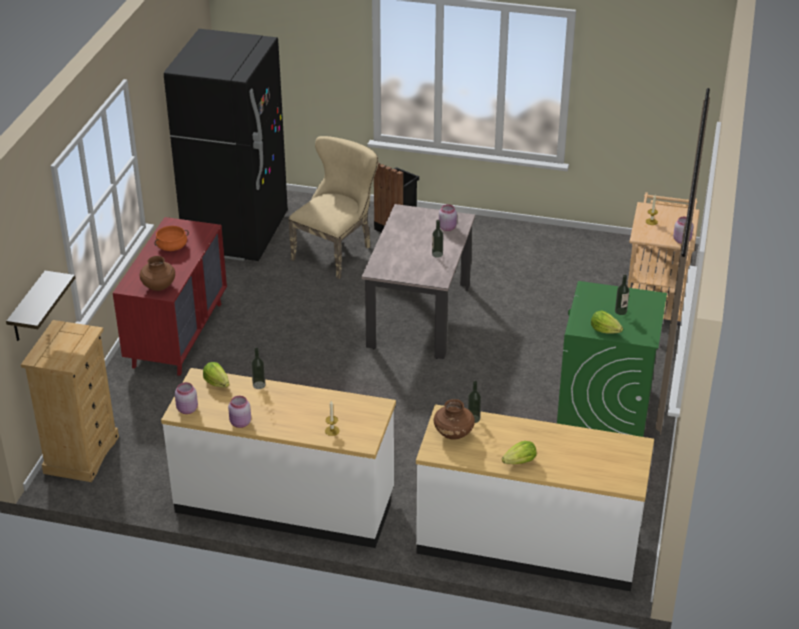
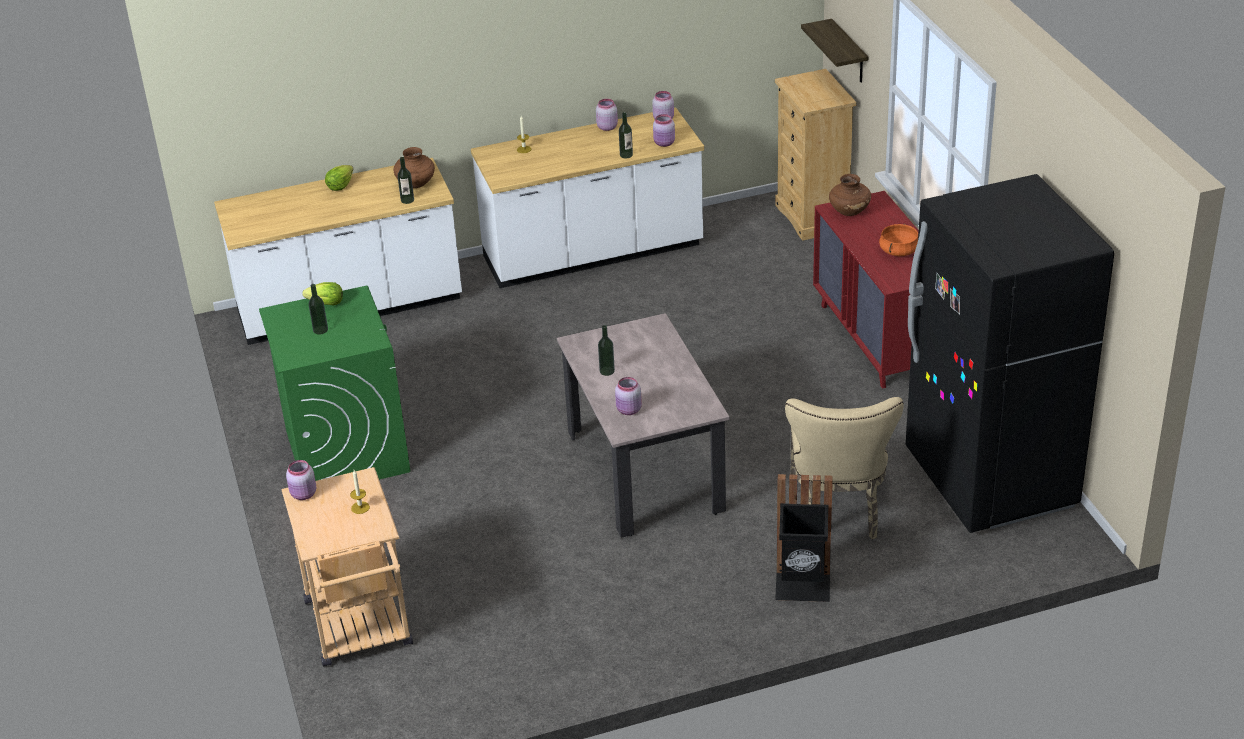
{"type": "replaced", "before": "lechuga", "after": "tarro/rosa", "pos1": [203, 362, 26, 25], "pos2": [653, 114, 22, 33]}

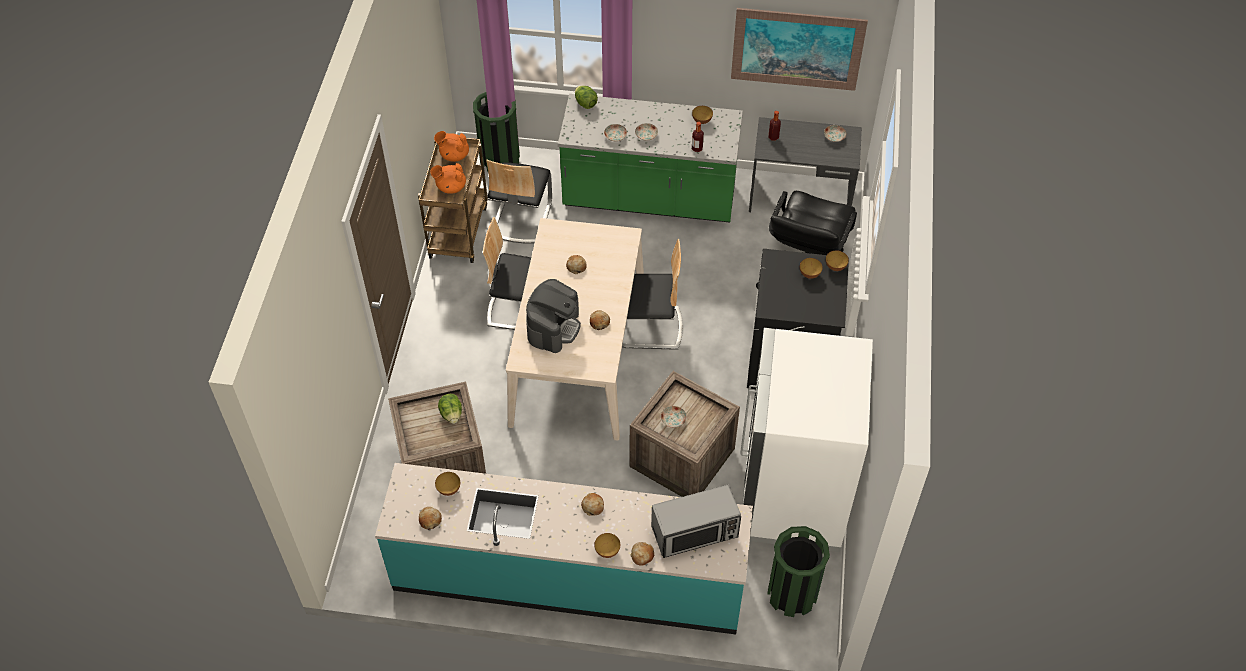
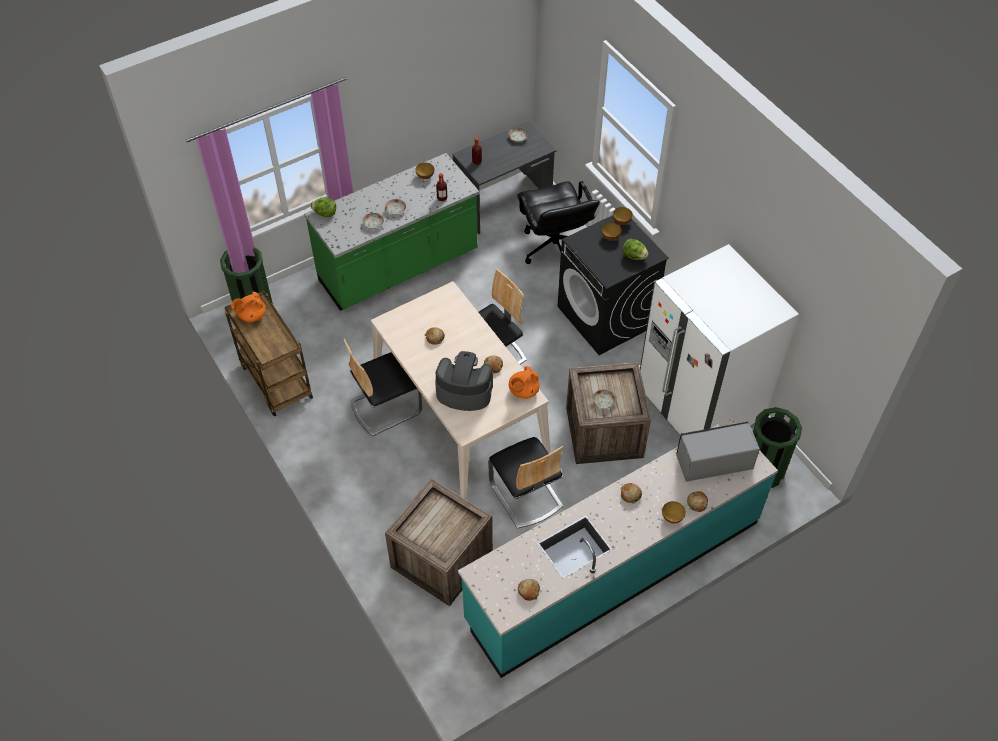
{"type": "moved", "before": "tetera/naranja", "pos1": [430, 163, 36, 31], "pos2": [509, 366, 31, 33]}
{"type": "removed", "before": "cuenco", "pos1": [435, 472, 25, 24]}
{"type": "moved", "before": "lechuga", "pos1": [438, 394, 24, 30], "pos2": [622, 239, 27, 21]}
{"type": "moved", "before": "silla", "pos1": [486, 160, 66, 84], "pos2": [488, 437, 75, 92]}
{"type": "turned", "before": "cafetera", "pos1": [526, 279, 55, 74], "pos2": [435, 351, 58, 60], "turn": -60}
{"type": "turned", "before": "microondas", "pos1": [651, 485, 90, 73], "pos2": [676, 422, 84, 60], "turn": -135}
{"type": "removed", "before": "cuadro", "pos1": [731, 8, 137, 83]}

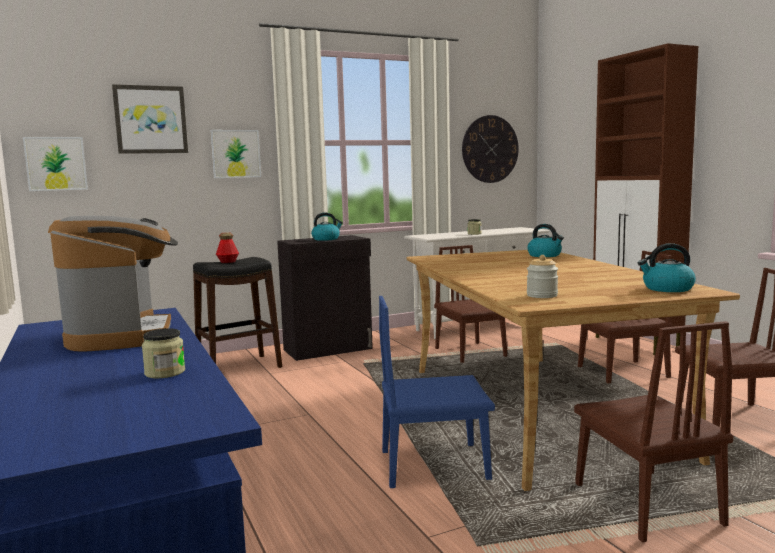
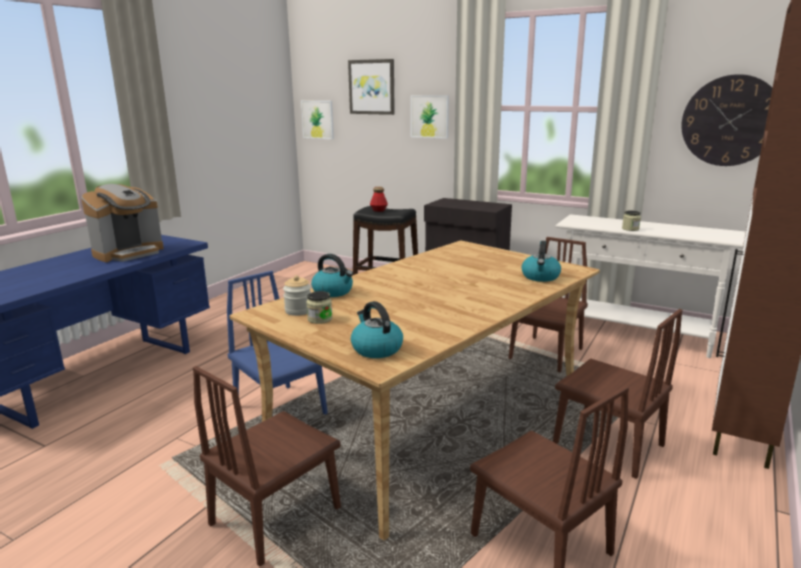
{"type": "moved", "before": "tarro", "pos1": [142, 328, 43, 50], "pos2": [306, 291, 27, 33]}
{"type": "moved", "before": "hervidor", "pos1": [311, 212, 32, 29], "pos2": [311, 254, 42, 43]}

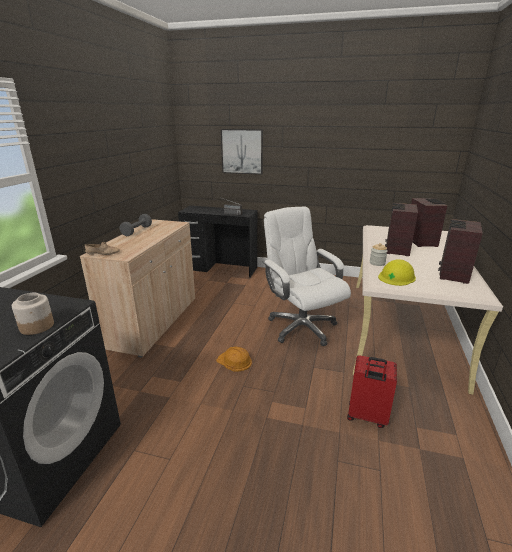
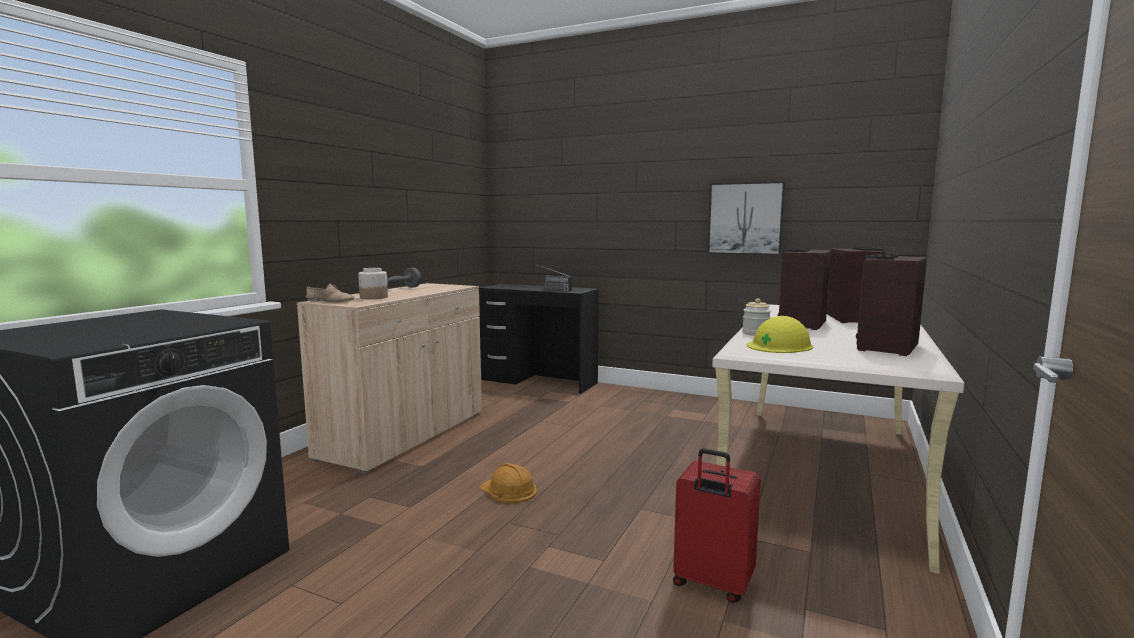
{"type": "moved", "before": "tarro", "pos1": [12, 293, 42, 42], "pos2": [358, 268, 30, 31]}
{"type": "moved", "before": "cuadro", "pos1": [221, 129, 42, 46], "pos2": [707, 181, 78, 74]}
{"type": "removed", "before": "silla de oficina/blanco", "pos1": [263, 207, 88, 139]}

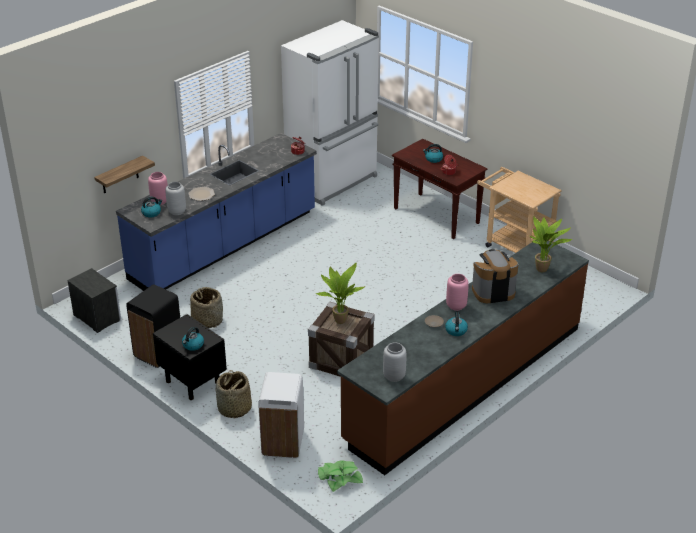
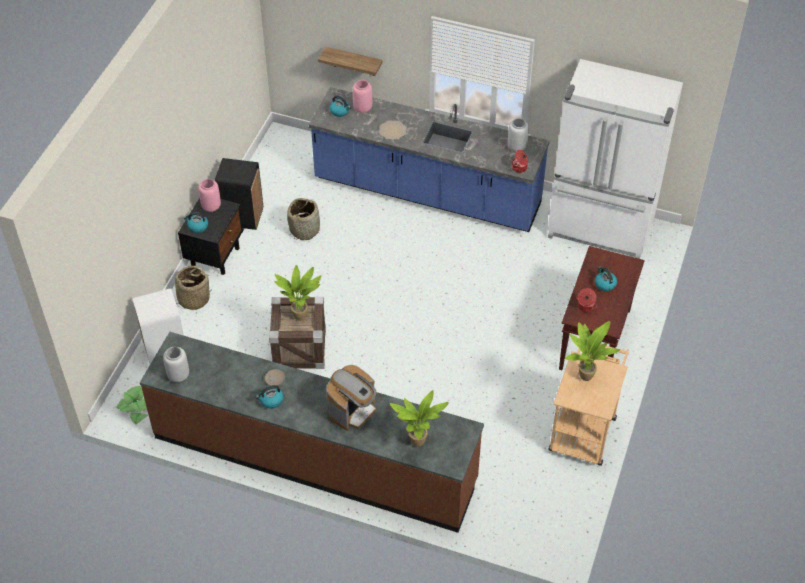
{"type": "removed", "before": "mesita de noche", "pos1": [67, 268, 54, 65]}
{"type": "moved", "before": "florero/gris", "pos1": [165, 182, 21, 33], "pos2": [508, 118, 21, 34]}
{"type": "moved", "before": "florero/rosa", "pos1": [446, 274, 23, 37], "pos2": [198, 179, 23, 33]}
{"type": "turned", "before": "cafetera", "pos1": [472, 249, 47, 54], "pos2": [327, 365, 50, 66], "turn": 75}
{"type": "added", "after": "planta en maceta", "pos2": [565, 321, 55, 60]}

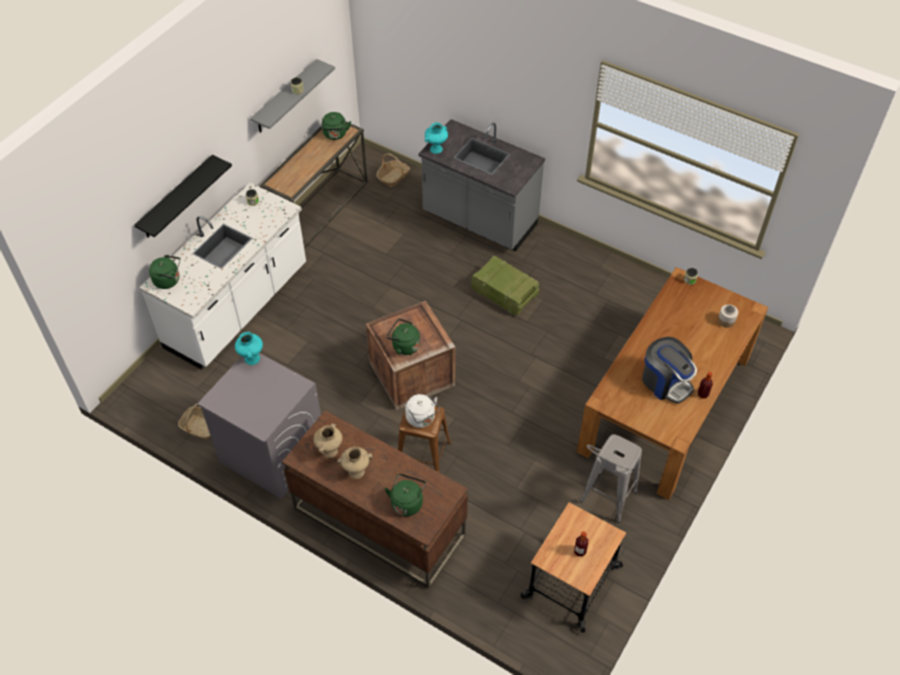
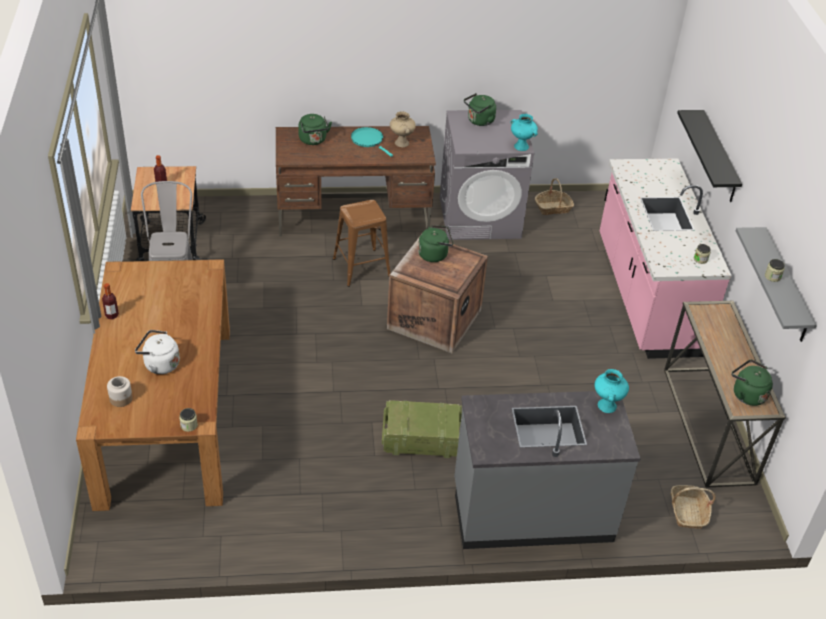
{"type": "recoloured", "before": "mueble bajo de cocina/blanco", "after": "mueble bajo de cocina/rosa", "pos1": [139, 183, 167, 186], "pos2": [599, 159, 133, 200]}
{"type": "moved", "before": "hervidor/verde", "pos1": [149, 255, 31, 34], "pos2": [464, 93, 32, 33]}
{"type": "replaced", "before": "florero/beis", "after": "sartén/turquesa", "pos1": [338, 447, 34, 32], "pos2": [351, 127, 42, 30]}
{"type": "moved", "before": "hervidor/blanco", "pos1": [405, 394, 35, 34], "pos2": [135, 330, 45, 44]}
{"type": "removed", "before": "cafetera", "pos1": [642, 337, 55, 67]}

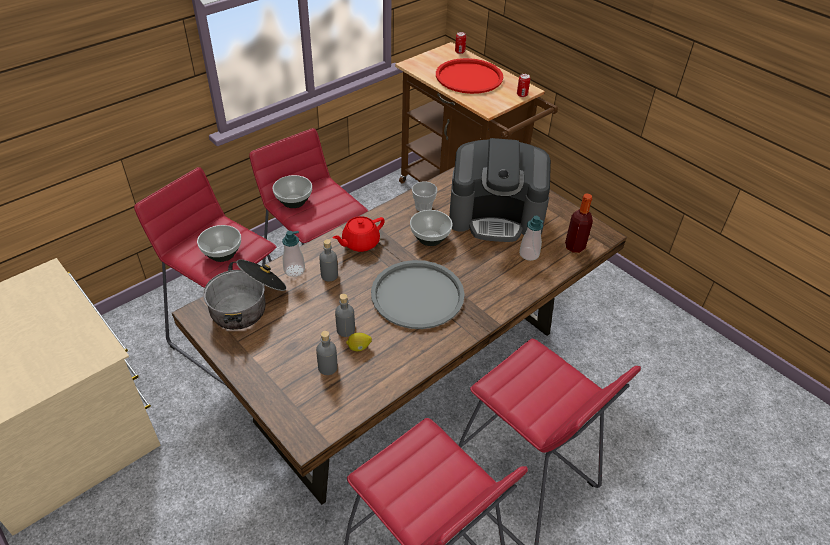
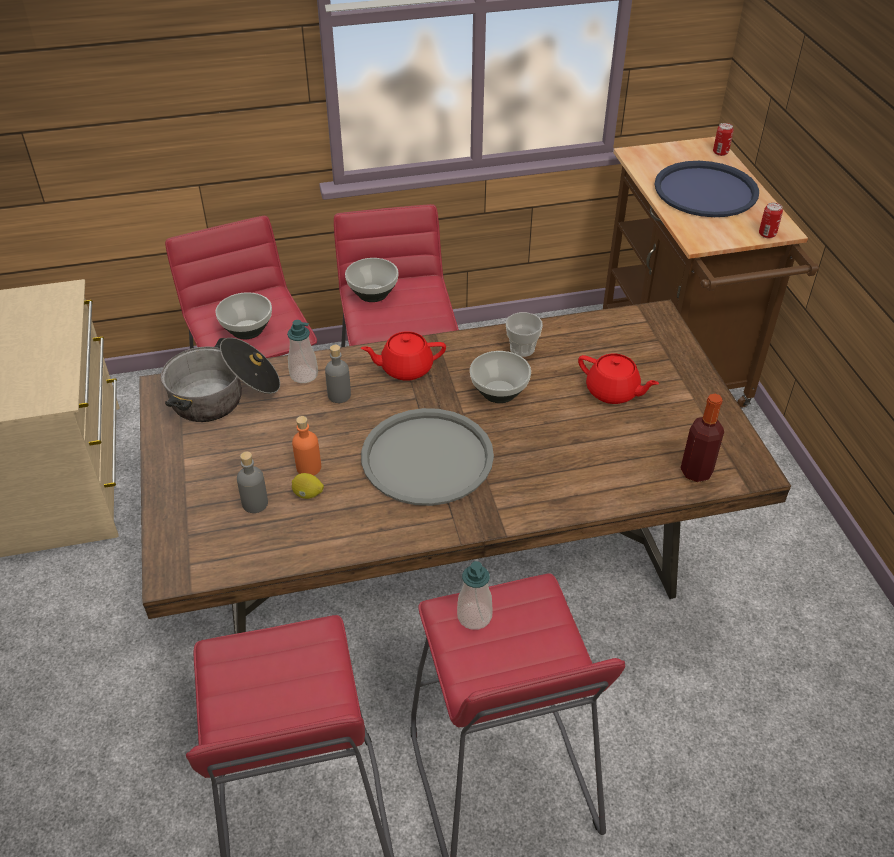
{"type": "recoloured", "before": "botella/gris", "after": "botella/naranja", "pos1": [335, 294, 20, 43], "pos2": [292, 416, 29, 60]}
{"type": "recoloured", "before": "bandeja/rojo", "after": "bandeja/azul", "pos1": [436, 58, 67, 36], "pos2": [654, 161, 105, 56]}
{"type": "replaced", "before": "cafetera", "after": "tetera/rojo", "pos1": [449, 138, 102, 104], "pos2": [578, 353, 81, 51]}
{"type": "moved", "before": "dispensador de jabón", "pos1": [519, 216, 25, 45], "pos2": [457, 561, 36, 69]}

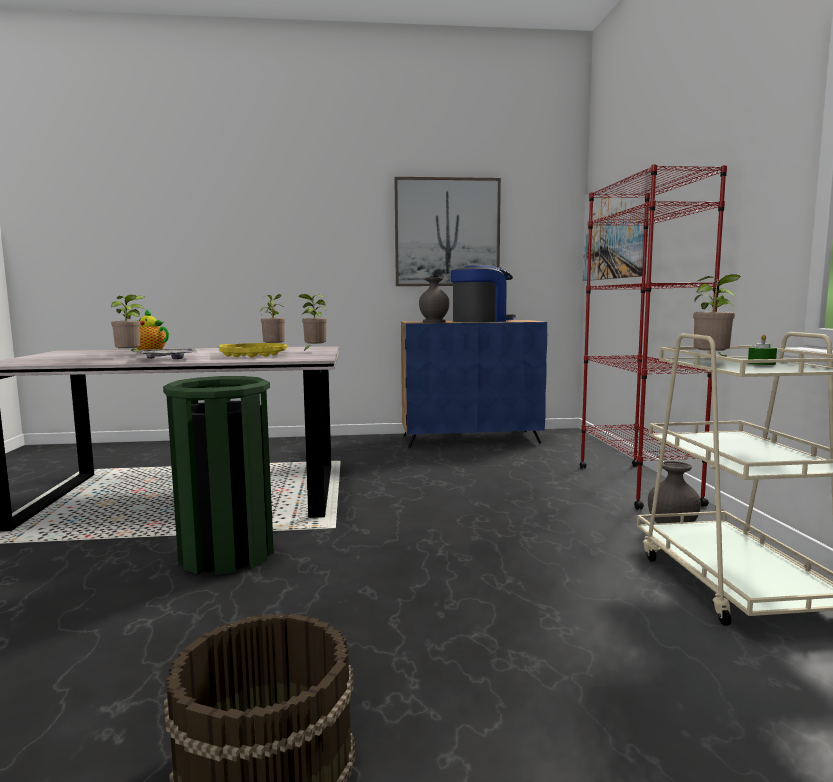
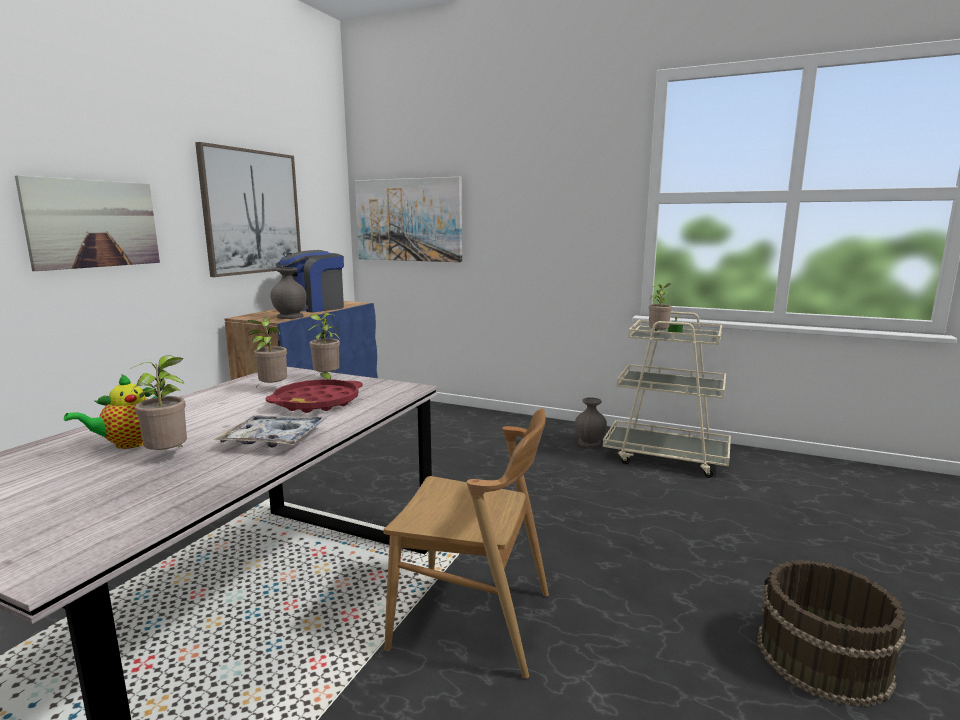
{"type": "replaced", "before": "papelera/verde", "after": "silla/marrón", "pos1": [163, 376, 111, 199], "pos2": [383, 409, 166, 270]}
{"type": "recoloured", "before": "bandeja/amarillo", "after": "bandeja/rojo", "pos1": [219, 343, 69, 15], "pos2": [266, 379, 97, 34]}
{"type": "turned", "before": "cafetera", "pos1": [451, 264, 65, 58], "pos2": [276, 250, 68, 63], "turn": -135}
{"type": "removed", "before": "estantería/rojo", "pos1": [580, 164, 147, 346]}
{"type": "added", "after": "cuadro", "pos2": [15, 175, 145, 96]}

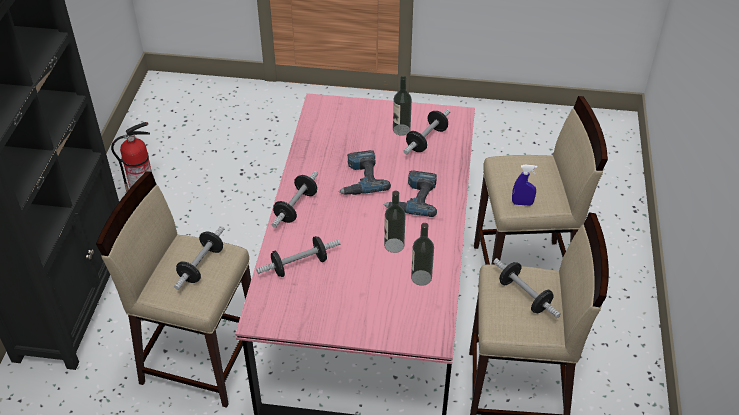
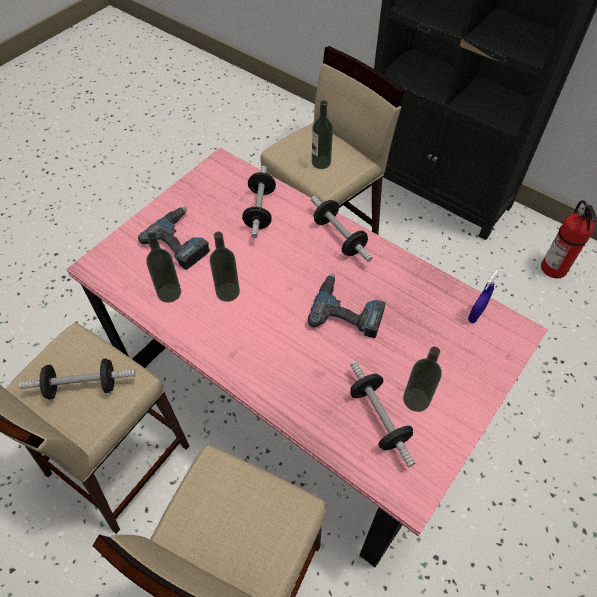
{"type": "replaced", "before": "mancuerna", "after": "botella", "pos1": [174, 226, 50, 64], "pos2": [312, 100, 21, 69]}
{"type": "moved", "before": "taladro", "pos1": [383, 171, 54, 46], "pos2": [138, 207, 72, 63]}
{"type": "moved", "before": "pulverizador/azul", "pos1": [512, 165, 26, 41], "pos2": [468, 269, 32, 54]}

